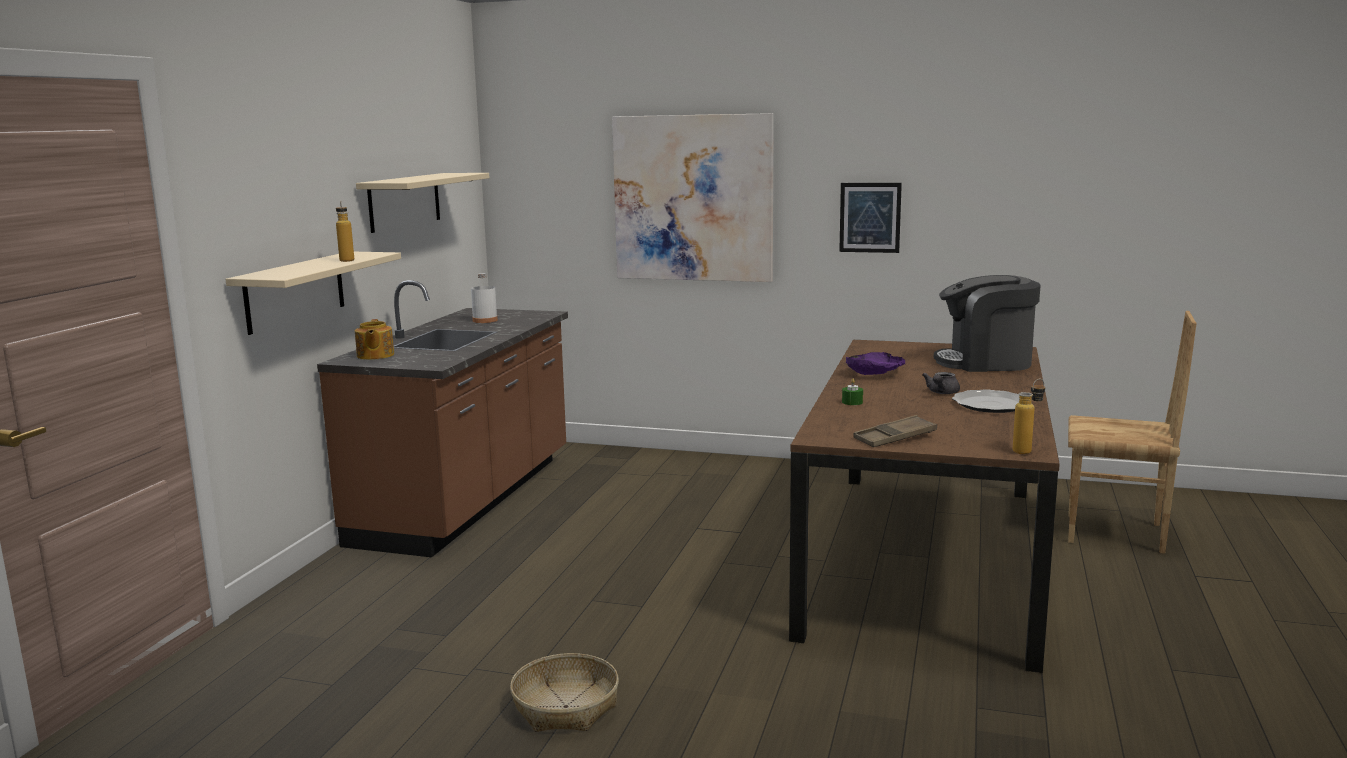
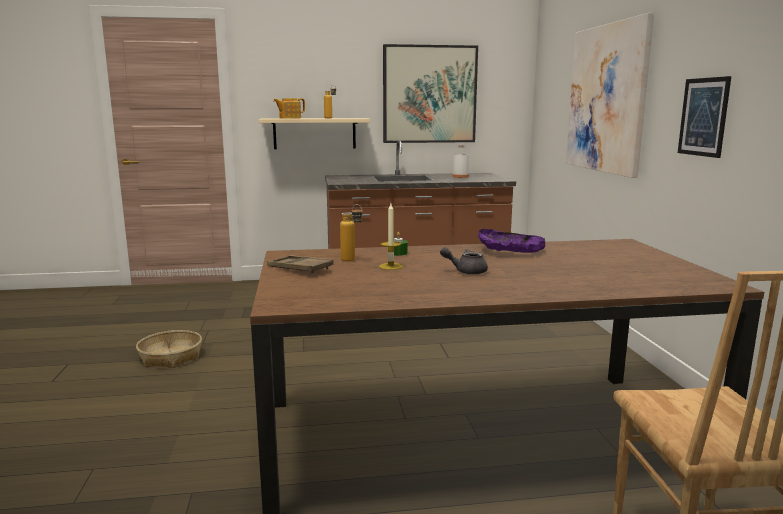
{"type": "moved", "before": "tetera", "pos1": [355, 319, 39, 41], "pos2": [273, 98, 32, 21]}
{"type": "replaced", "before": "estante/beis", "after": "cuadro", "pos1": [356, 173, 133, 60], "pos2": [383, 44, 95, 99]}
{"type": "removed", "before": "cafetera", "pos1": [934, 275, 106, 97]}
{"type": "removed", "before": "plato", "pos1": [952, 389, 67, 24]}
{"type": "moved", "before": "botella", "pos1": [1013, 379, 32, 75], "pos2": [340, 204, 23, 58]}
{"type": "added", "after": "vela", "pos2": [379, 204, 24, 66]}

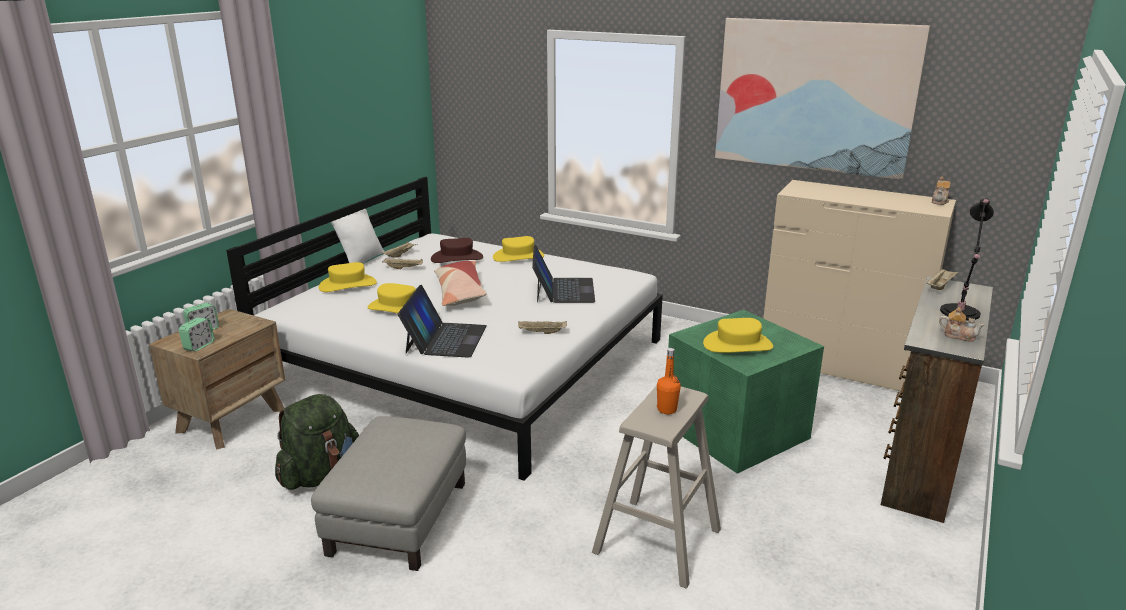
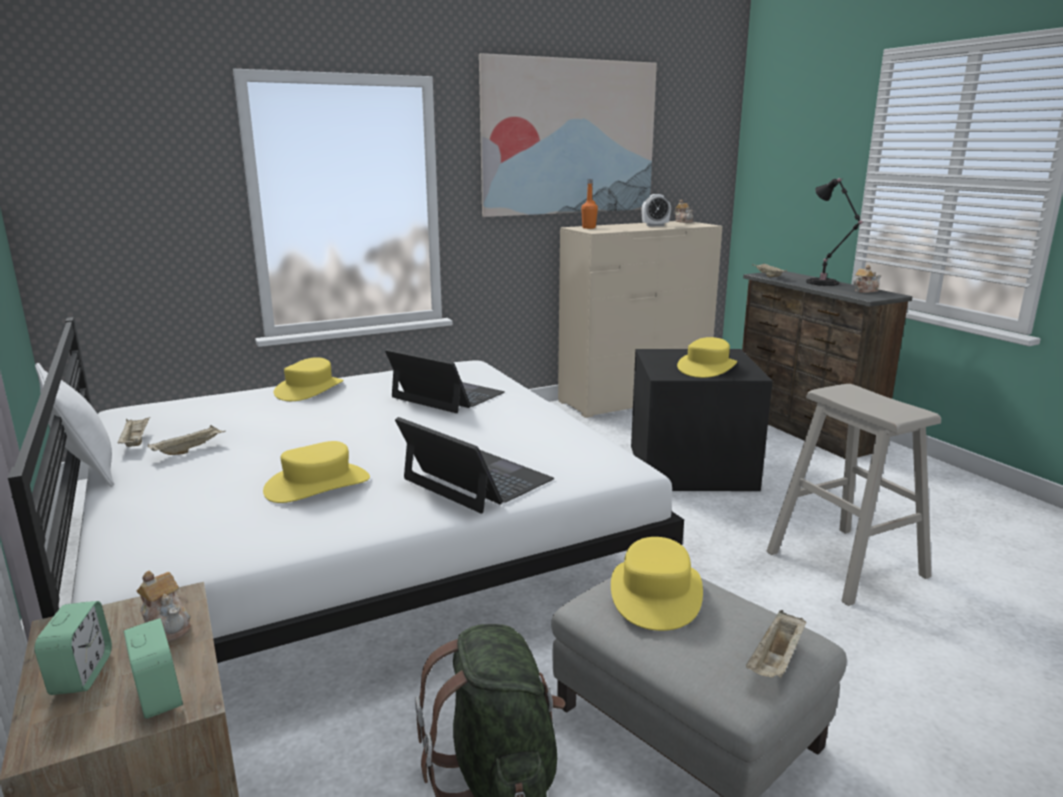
{"type": "moved", "before": "sombrero/amarillo", "pos1": [319, 262, 58, 30], "pos2": [611, 537, 92, 94]}
{"type": "removed", "before": "sombrero/marrón", "pos1": [431, 238, 52, 25]}
{"type": "removed", "before": "cojín", "pos1": [434, 261, 53, 45]}
{"type": "moved", "before": "bandeja/beis", "pos1": [518, 321, 49, 13], "pos2": [746, 610, 60, 68]}
{"type": "moved", "before": "botella/naranja", "pos1": [657, 348, 24, 66], "pos2": [581, 179, 17, 50]}
{"type": "recoloured", "before": "caja de almacenaje/verde", "after": "caja de almacenaje/negro", "pos1": [668, 310, 156, 164], "pos2": [631, 349, 142, 142]}
{"type": "added", "after": "tetera", "pos2": [137, 571, 54, 71]}
{"type": "added", "after": "despertador", "pos2": [642, 194, 29, 32]}

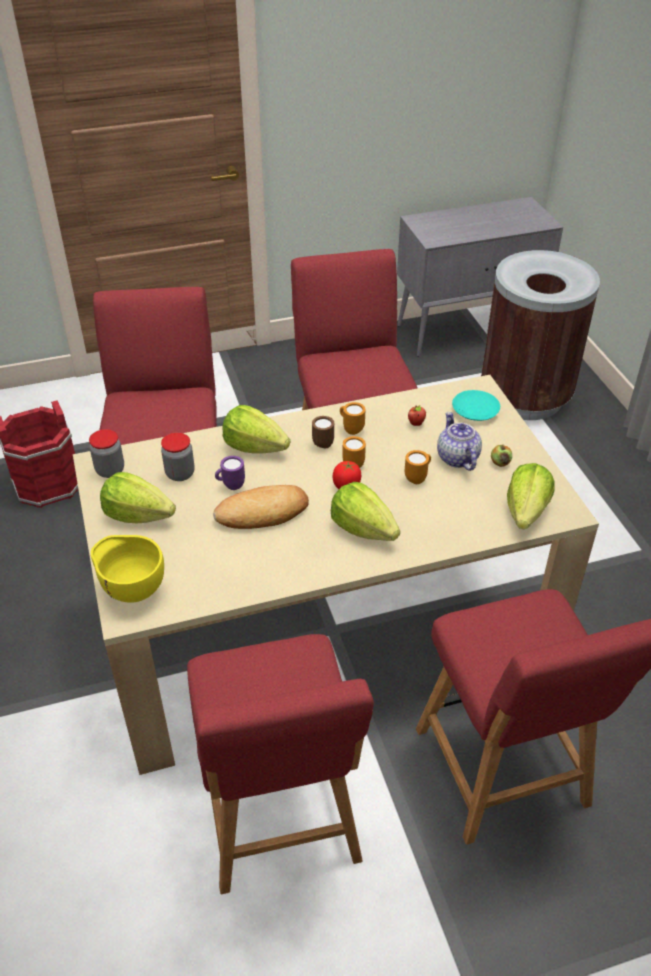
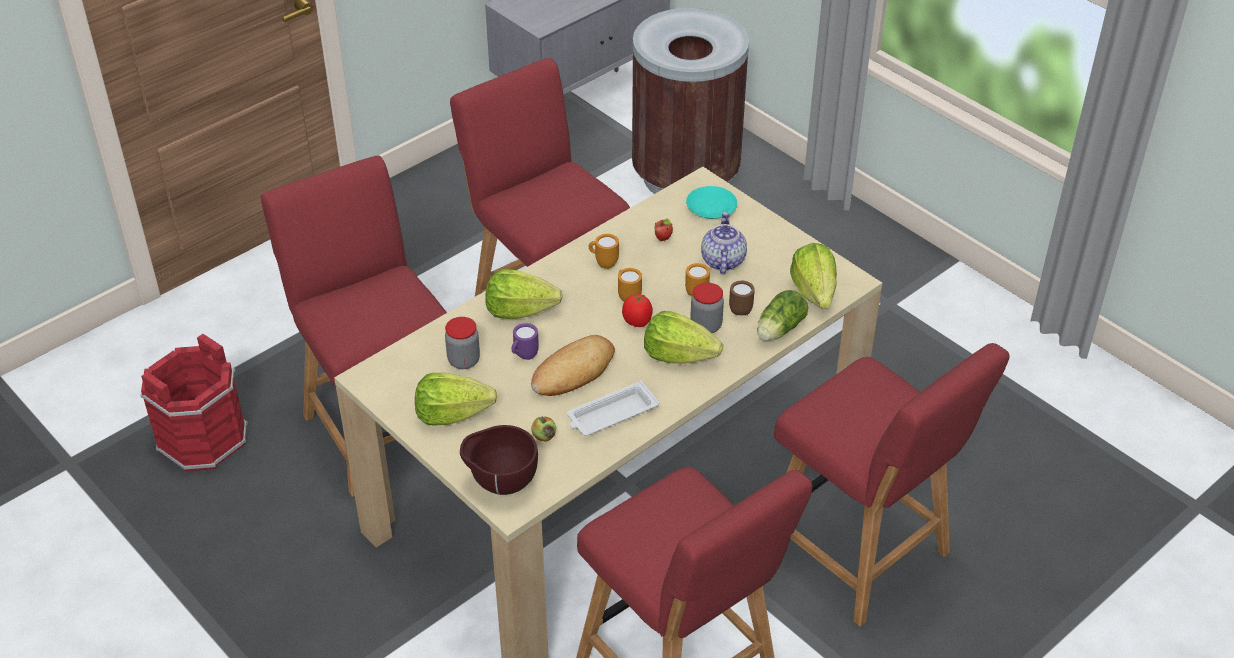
{"type": "moved", "before": "tarro", "pos1": [89, 429, 35, 49], "pos2": [690, 283, 34, 50]}
{"type": "recoloured", "before": "cuenco/amarillo", "after": "cuenco/marrón", "pos1": [91, 535, 73, 68], "pos2": [460, 425, 78, 70]}
{"type": "moved", "before": "taza grande/marrón", "pos1": [312, 416, 22, 32], "pos2": [729, 281, 26, 34]}
{"type": "turned", "before": "tetera", "pos1": [437, 412, 45, 59], "pos2": [701, 212, 46, 62], "turn": 45}
{"type": "moved", "before": "manzana", "pos1": [491, 445, 21, 22], "pos2": [531, 416, 25, 25]}
{"type": "added", "after": "bandeja/blanco", "pos2": [567, 381, 93, 55]}
{"type": "added", "after": "lechuga", "pos2": [757, 290, 51, 51]}

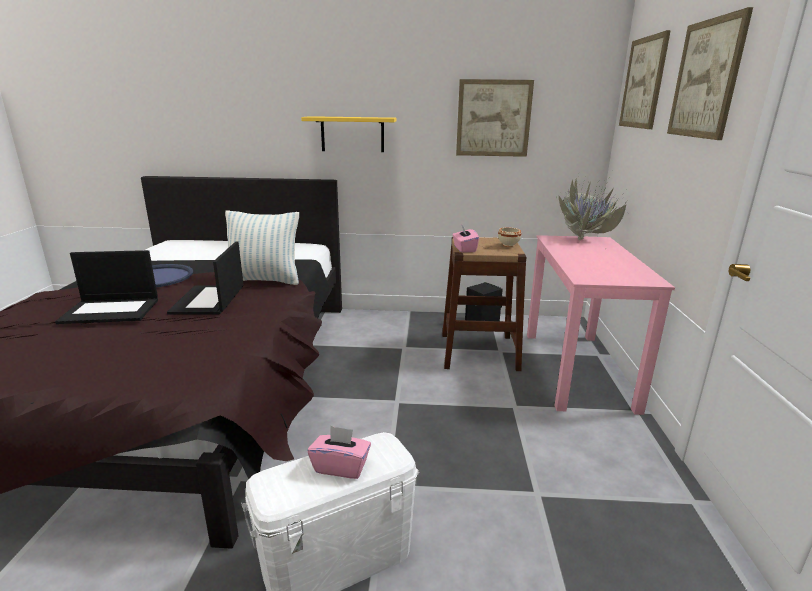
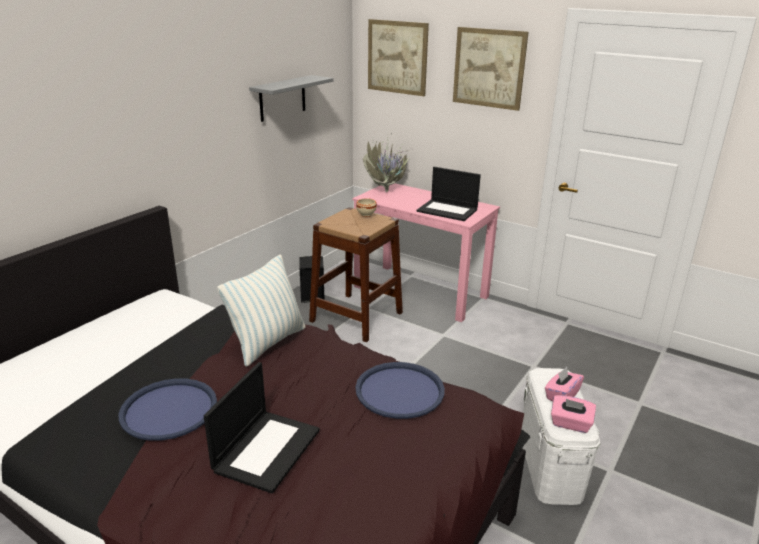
{"type": "moved", "before": "portátil", "pos1": [167, 241, 77, 73], "pos2": [417, 167, 64, 54]}
{"type": "removed", "before": "estante/amarillo", "pos1": [301, 116, 95, 36]}
{"type": "moved", "before": "caja de pañuelos/rosa", "pos1": [452, 224, 27, 29], "pos2": [551, 395, 45, 38]}
{"type": "replaced", "before": "cuadro", "after": "estante/gris", "pos1": [456, 79, 78, 78], "pos2": [249, 75, 84, 47]}
{"type": "added", "after": "bandeja/azul", "pos2": [355, 362, 90, 57]}

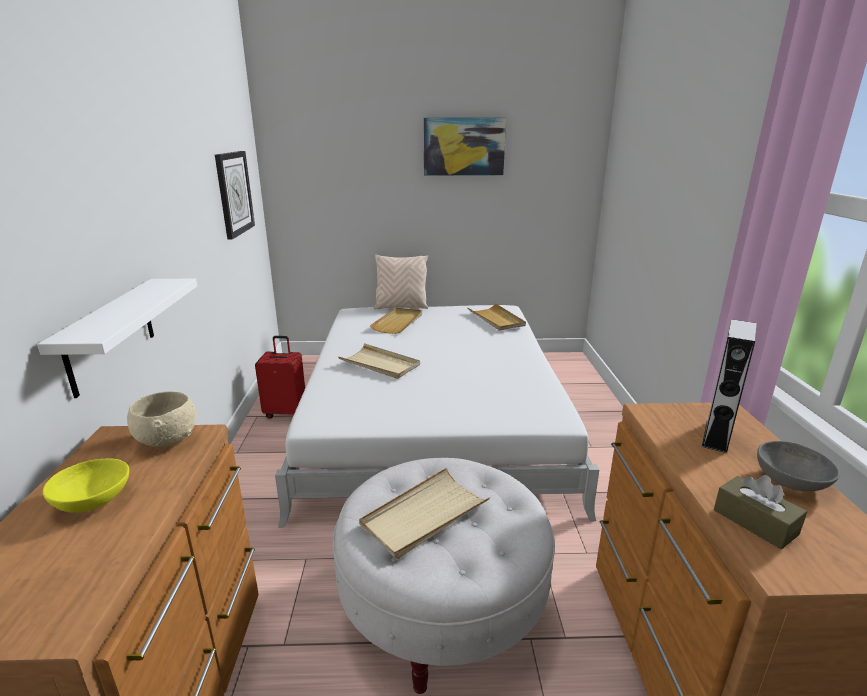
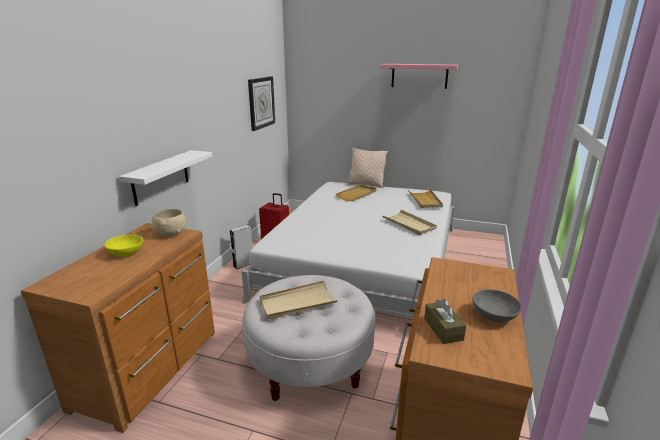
{"type": "moved", "before": "bandeja/beis", "pos1": [338, 343, 82, 36], "pos2": [382, 210, 55, 25]}
{"type": "replaced", "before": "cuadro", "after": "estante/rosa", "pos1": [424, 118, 82, 58], "pos2": [381, 64, 77, 25]}
{"type": "moved", "before": "altavoz/gris", "pos1": [702, 319, 54, 134], "pos2": [230, 225, 23, 44]}

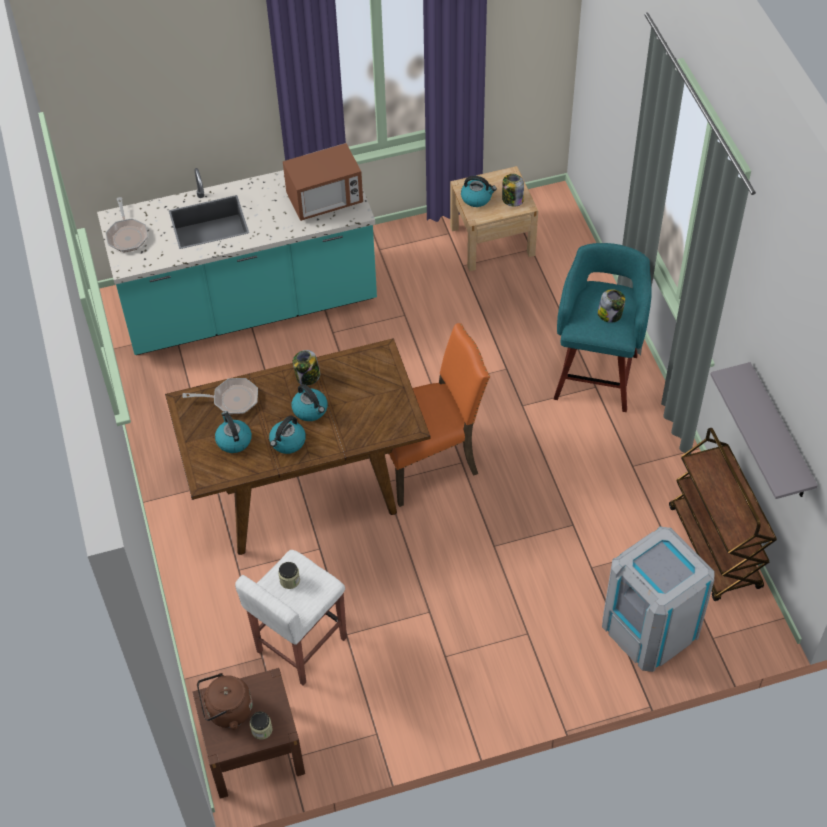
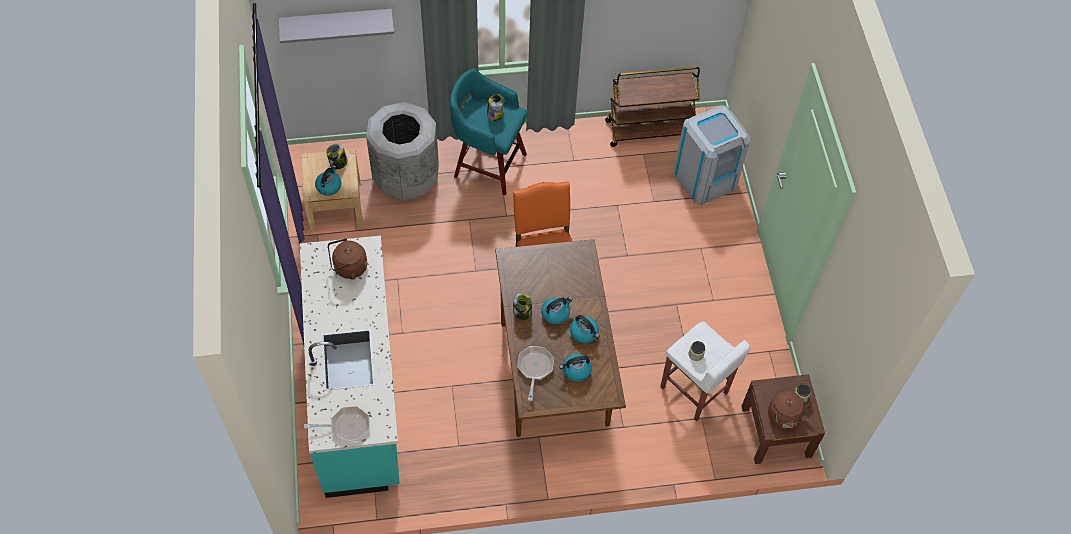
{"type": "replaced", "before": "microondas", "after": "hervidor/marrón", "pos1": [283, 143, 80, 78], "pos2": [328, 238, 39, 42]}
{"type": "moved", "before": "estante/gris", "pos1": [710, 362, 108, 137], "pos2": [279, 9, 115, 34]}
{"type": "added", "after": "papelera/gris", "pos2": [366, 102, 73, 99]}

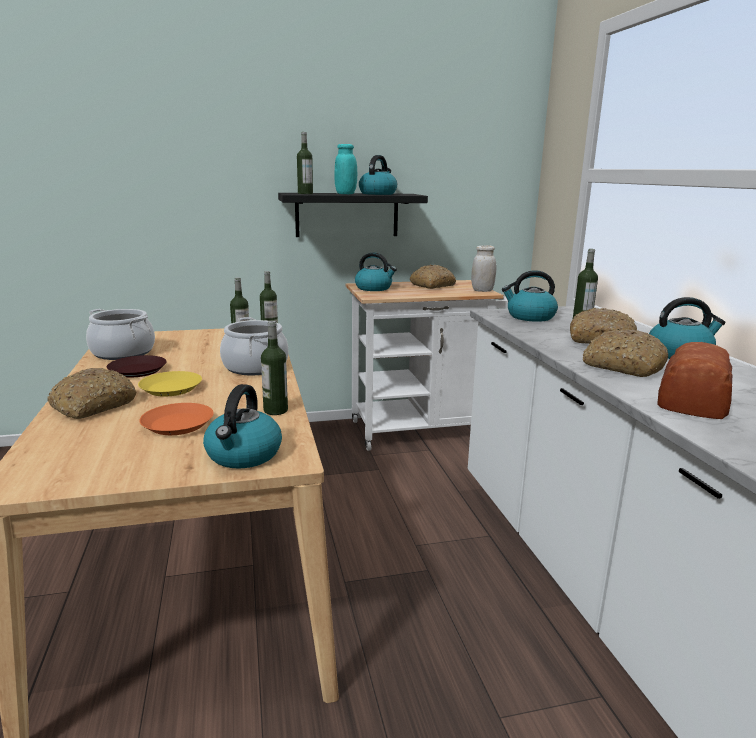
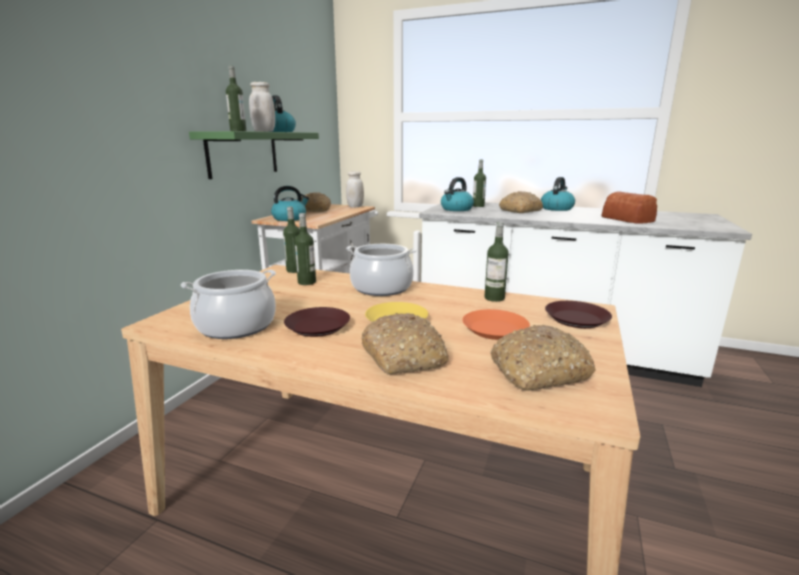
{"type": "replaced", "before": "hervidor", "after": "plato/marrón", "pos1": [203, 384, 79, 84], "pos2": [545, 301, 67, 27]}
{"type": "recoloured", "before": "estante/negro", "after": "estante/verde", "pos1": [278, 193, 150, 44], "pos2": [189, 131, 130, 48]}
{"type": "recoloured", "before": "tarro/turquesa", "after": "tarro/blanco", "pos1": [334, 144, 23, 50], "pos2": [249, 82, 26, 50]}
{"type": "moved", "before": "pan", "pos1": [583, 329, 85, 48], "pos2": [490, 325, 105, 66]}

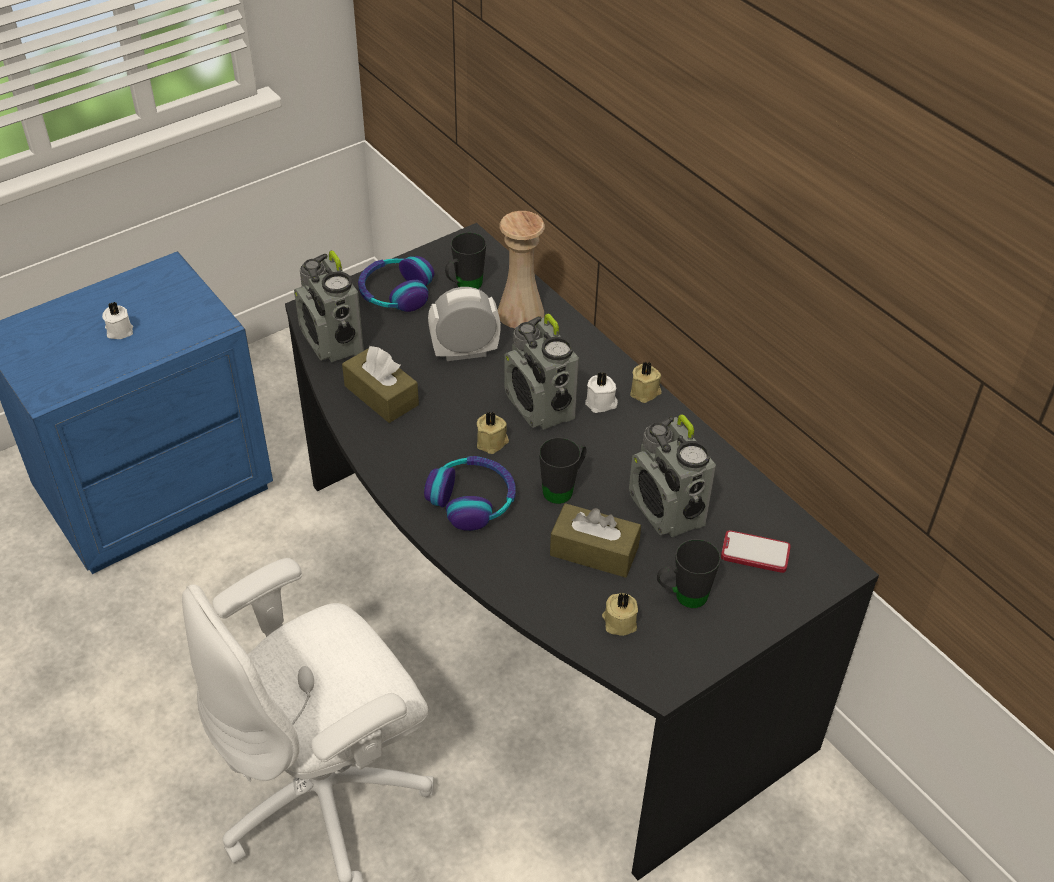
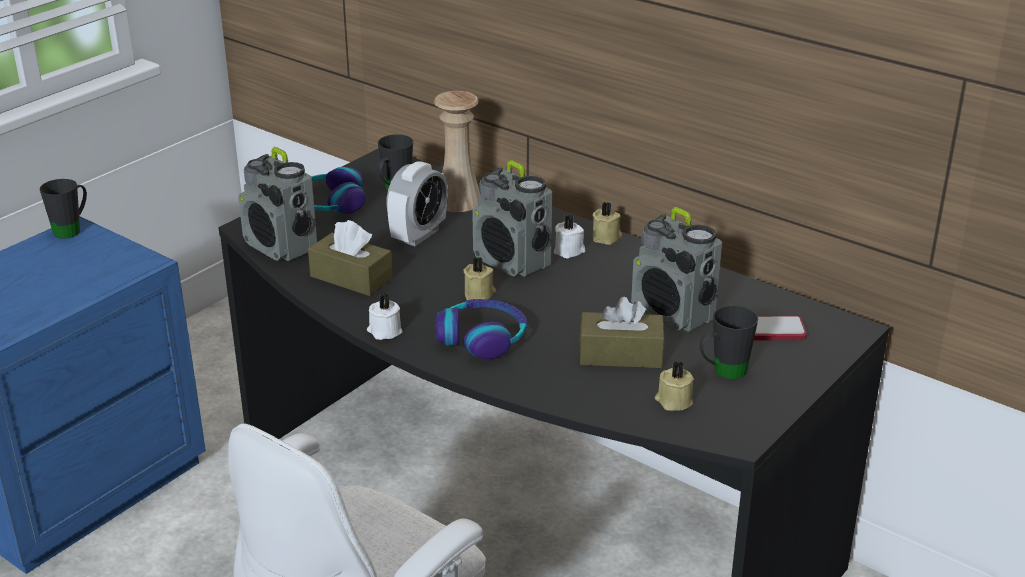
{"type": "moved", "before": "vela/blanco", "pos1": [102, 302, 31, 37], "pos2": [367, 294, 35, 46]}
{"type": "turned", "before": "despertador", "pos1": [428, 287, 73, 74], "pos2": [386, 161, 62, 85], "turn": 150}
{"type": "moved", "before": "taza grande/negro", "pos1": [539, 437, 48, 67], "pos2": [40, 179, 47, 60]}

